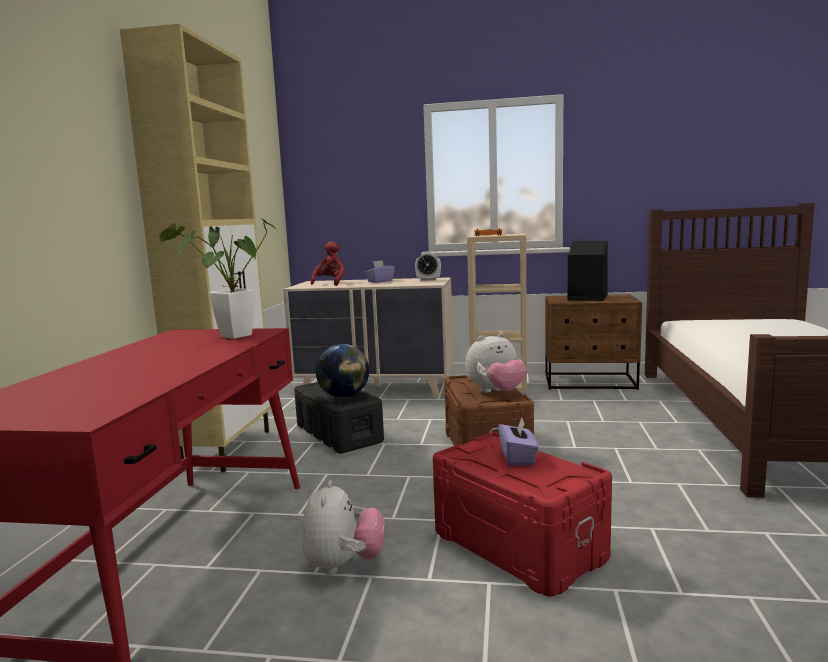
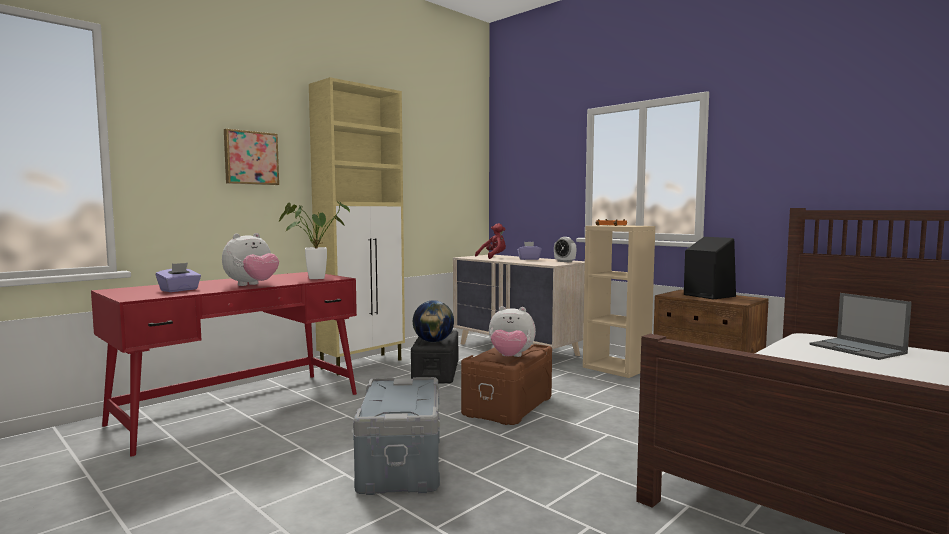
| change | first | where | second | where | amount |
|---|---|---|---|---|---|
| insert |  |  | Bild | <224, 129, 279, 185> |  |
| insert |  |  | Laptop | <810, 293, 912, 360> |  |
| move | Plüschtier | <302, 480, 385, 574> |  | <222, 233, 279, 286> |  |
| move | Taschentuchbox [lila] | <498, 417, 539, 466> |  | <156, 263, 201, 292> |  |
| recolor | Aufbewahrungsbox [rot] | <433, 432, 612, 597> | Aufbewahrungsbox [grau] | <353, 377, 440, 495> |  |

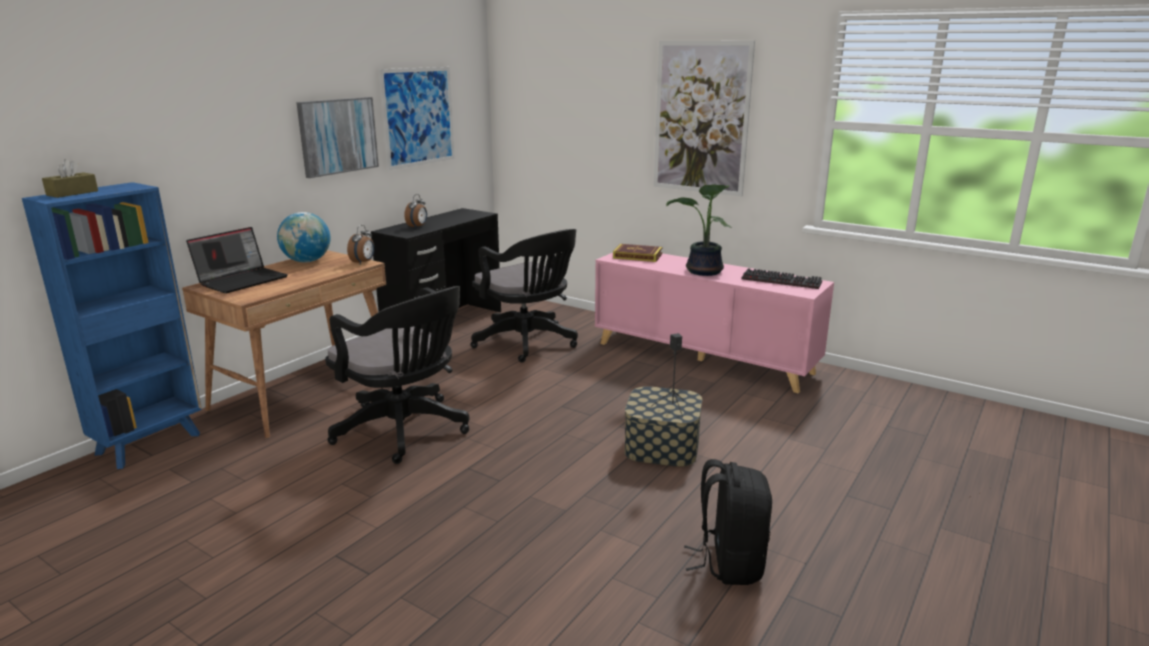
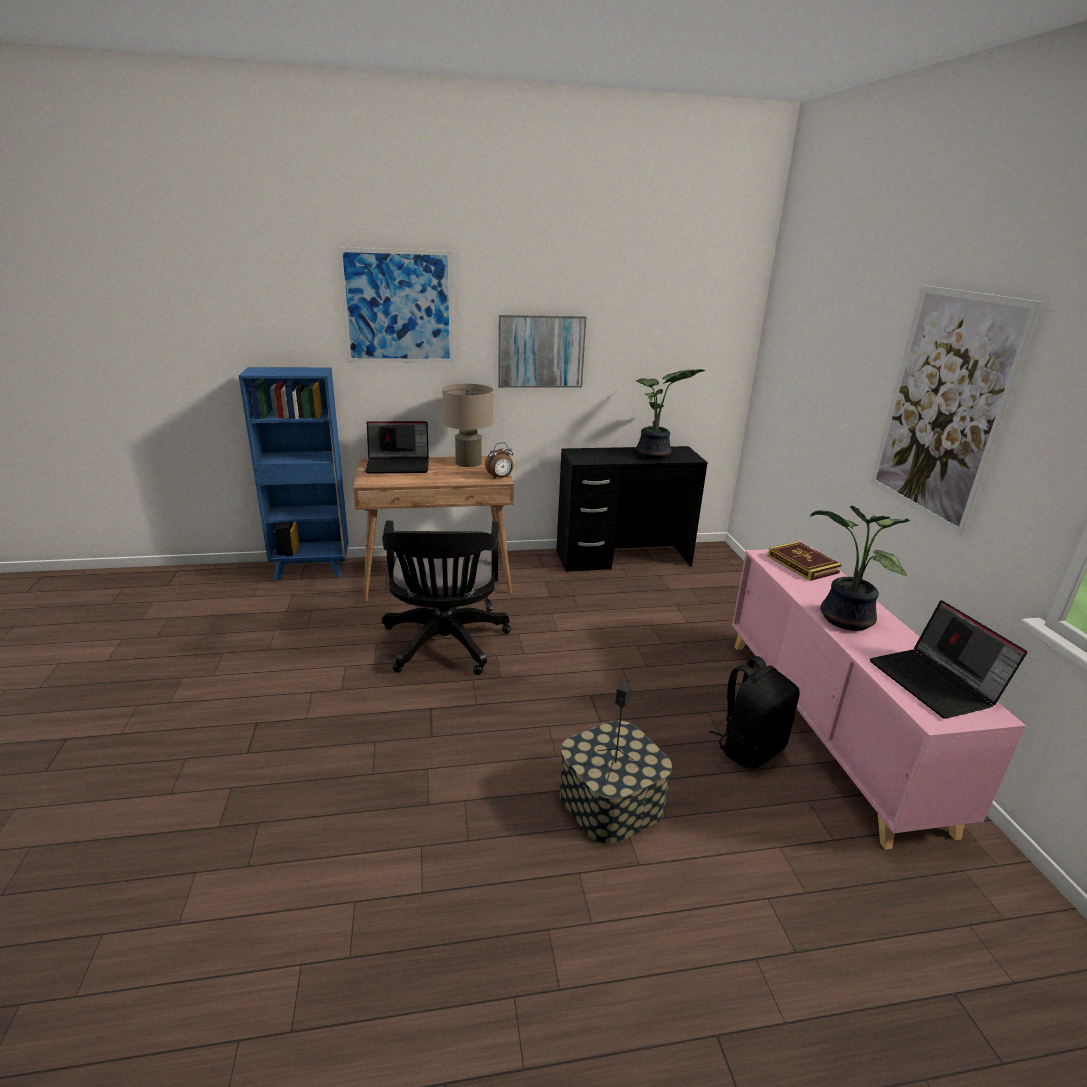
| change | first | where | second | where | amount |
|---|---|---|---|---|---|
| delete | Taschentuchbox [braun] | <42, 159, 98, 198> |  |  |  |
| delete | Wecker | <405, 194, 427, 228> |  |  |  |
| delete | Bürostuhl [schwarz] | <470, 229, 578, 363> |  |  |  |
| insert |  |  | Topfpflanze | <636, 369, 706, 459> |  |
| move | Bild | <379, 67, 455, 170> |  | <337, 247, 454, 363> |  |
| move | Rucksack [schwarz] | <684, 459, 772, 585> |  | <710, 656, 800, 769> |  |
| replace | Globus | <277, 212, 331, 263> | Tischlampe [beige] | <442, 384, 493, 467> |  |
| replace | Tastatur | <742, 268, 822, 289> | Laptop | <869, 600, 1027, 719> |  |

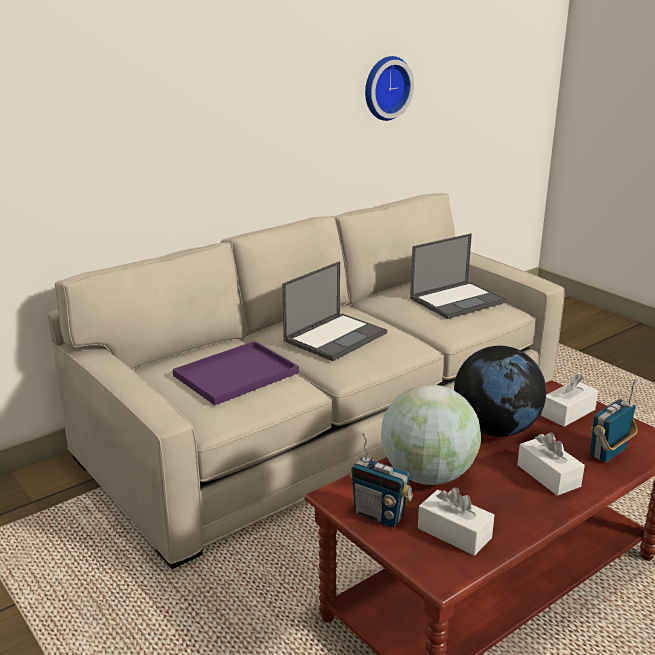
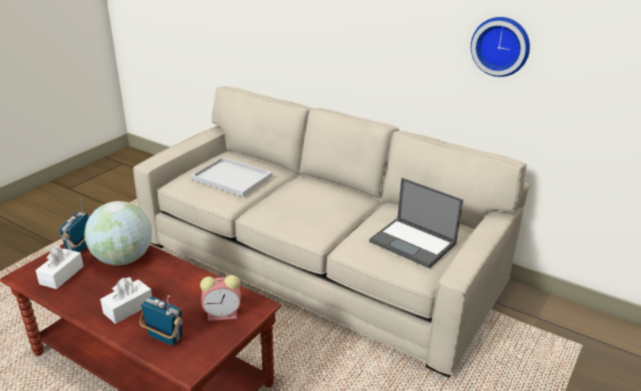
| change | first | where | second | where | amount |
|---|---|---|---|---|---|
| delete | Laptop | <282, 261, 387, 361> |  |  |  |
| delete | Globus | <454, 346, 546, 437> |  |  |  |
| replace | Taschentuchbox [weiß] | <541, 374, 598, 427> | Wecker | <200, 275, 241, 321> |  |
| recolor | Tablett [lila] | <173, 341, 299, 405> | Tablett [weiß] | <191, 157, 272, 197> |  |

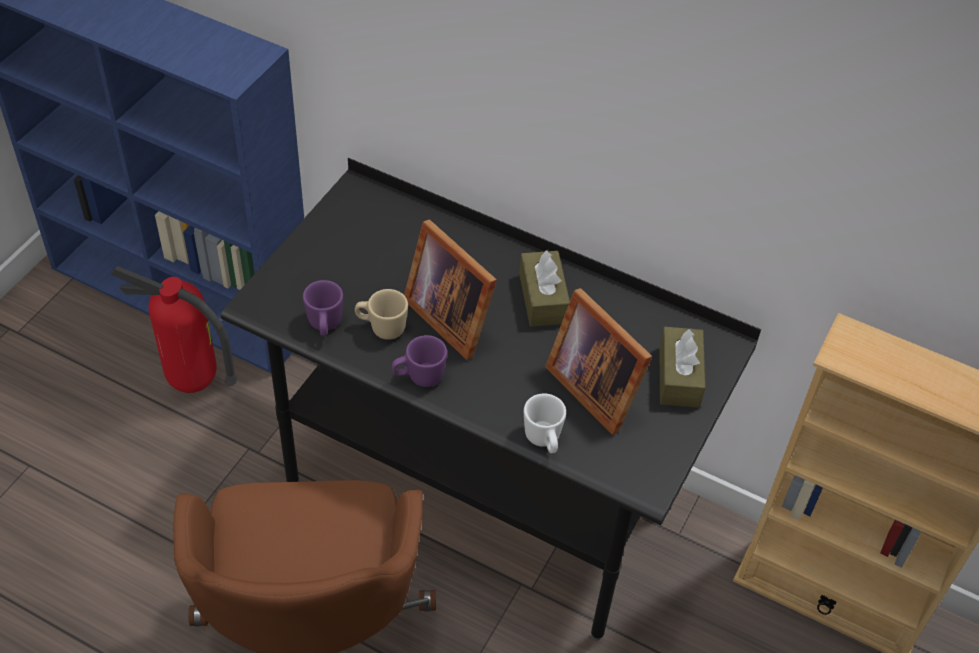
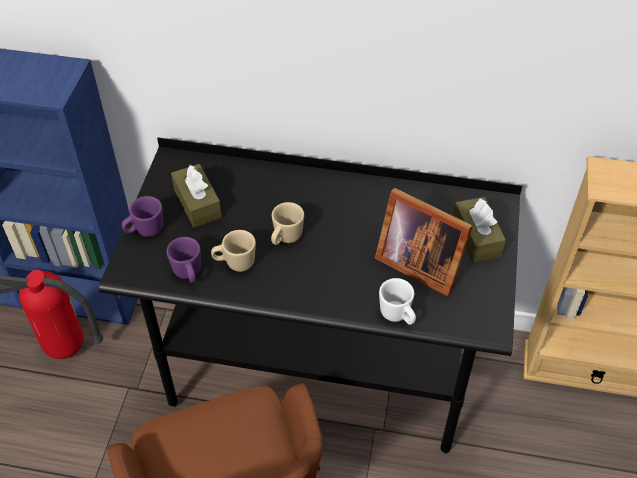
| change | first | where | second | where | amount |
|---|---|---|---|---|---|
| move | Henkelbecher [lila] | <392, 335, 447, 387> |  | <122, 196, 163, 237> |  |
| move | Taschentuchbox [braun] | <519, 250, 570, 327> |  | <171, 164, 222, 228> |  |
| replace | Bilderrahmen | <404, 219, 497, 360> | Henkelbecher [beige] | <271, 202, 304, 245> |  |

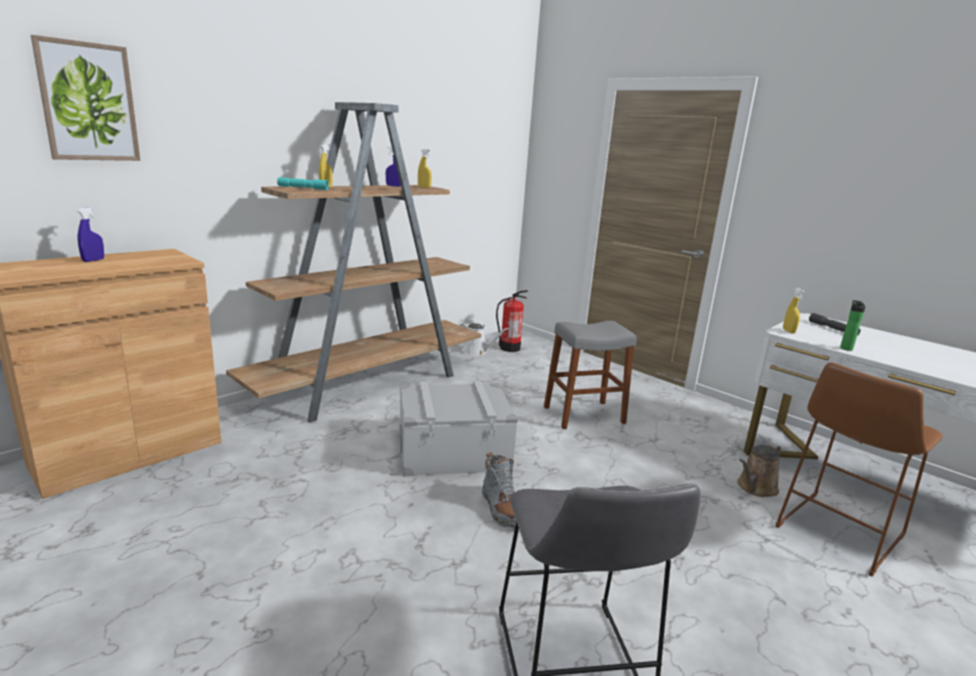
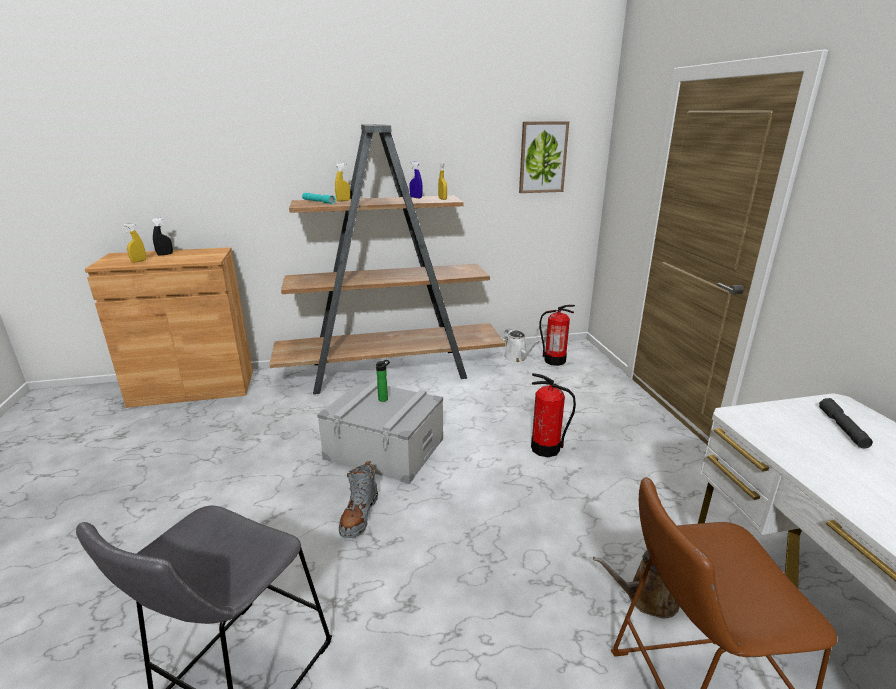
| change | first | where | second | where | amount |
|---|---|---|---|---|---|
| move | Bild | <31, 35, 140, 161> |  | <519, 121, 569, 193> |  |
| move | Sprühflasche [gelb] | <783, 288, 805, 334> |  | <123, 223, 146, 263> |  |
| move | Flasche | <840, 300, 866, 351> |  | <376, 360, 390, 402> |  |
| replace | Hocker [grau] | <544, 321, 637, 429> | Feuerlöscher | <531, 373, 576, 457> |  |
| recolor | Sprühflasche [blau] | <77, 207, 104, 262> | Sprühflasche [schwarz] | <152, 218, 173, 256> |  |

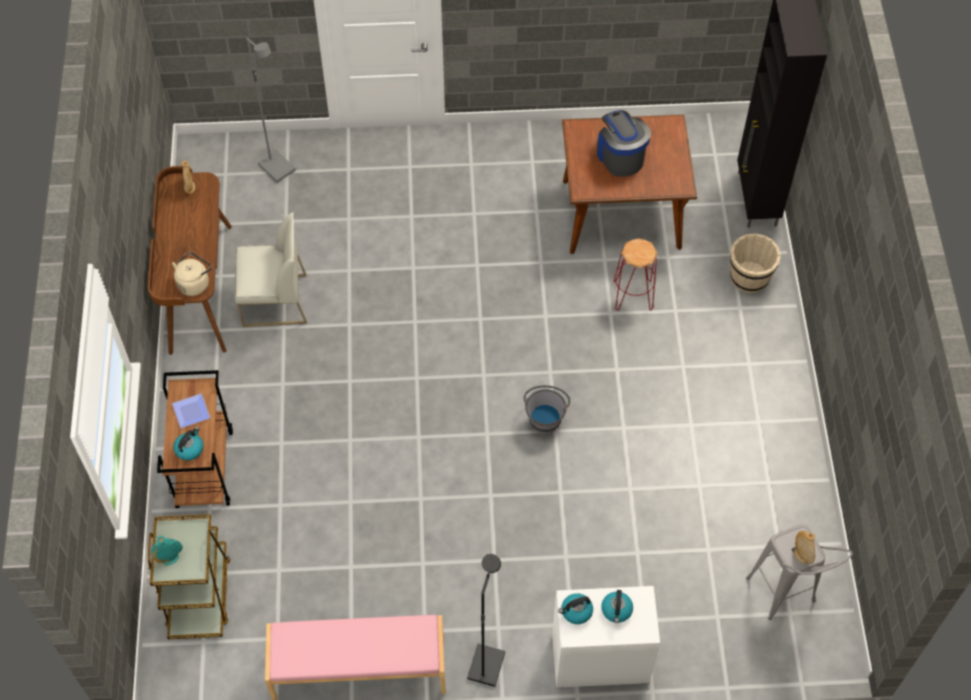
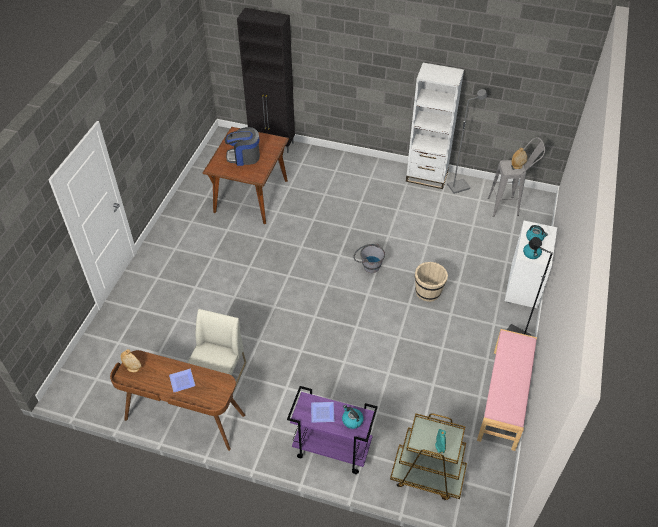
| change | first | where | second | where | amount |
|---|---|---|---|---|---|
| delete | Wasserkessel [beige] | <172, 252, 212, 296> |  |  |  |
| delete | Hocker [rot] | <614, 238, 658, 311> |  |  |  |
| insert |  |  | Teller | <169, 369, 195, 392> |  |
| insert |  |  | Bücherregal [weiß] | <406, 63, 464, 189> |  |
| move | Stehlampe [grau] | <247, 38, 296, 183> |  | <447, 89, 487, 194> |  |
| move | Eimer [beige] | <730, 233, 781, 294> |  | <415, 262, 448, 302> |  |
| recolor | Rollwagen [braun] | <157, 370, 233, 508> | Rollwagen [lila] | <287, 386, 378, 474> |  |

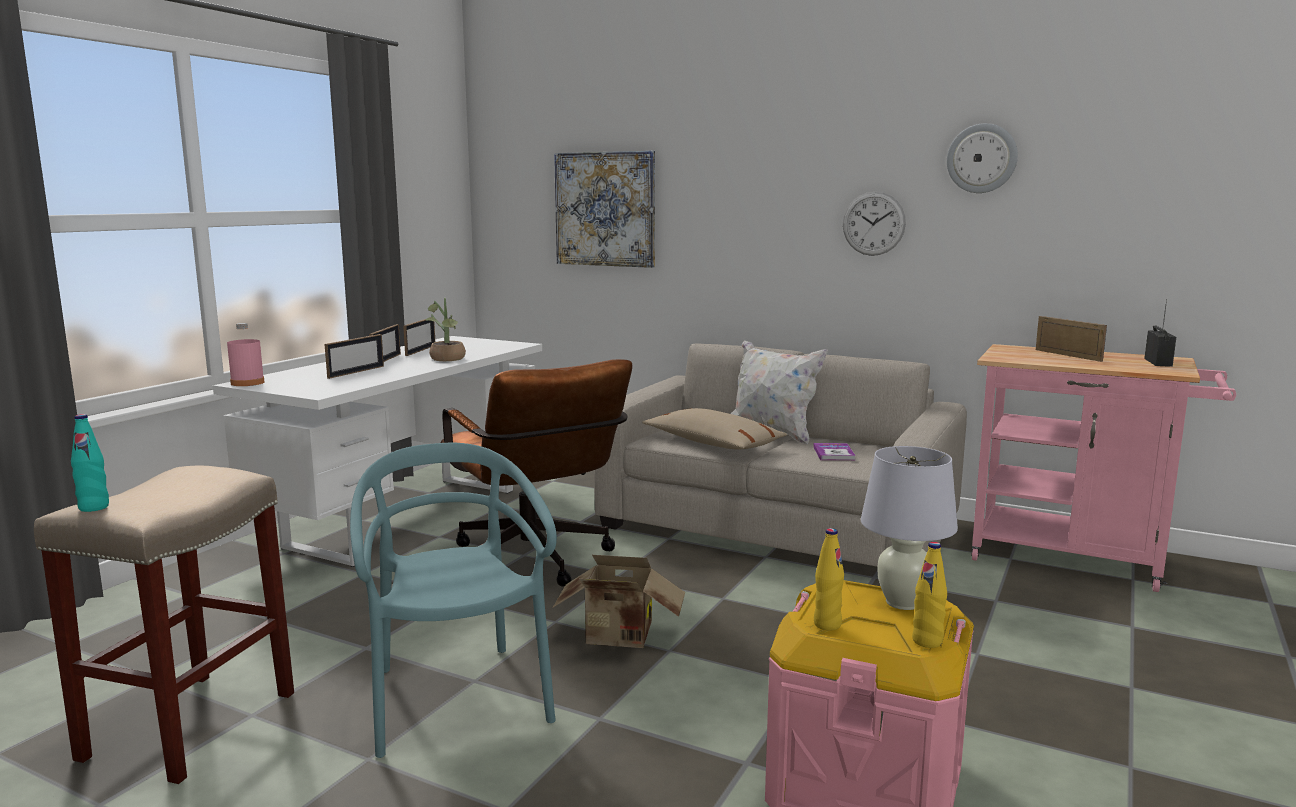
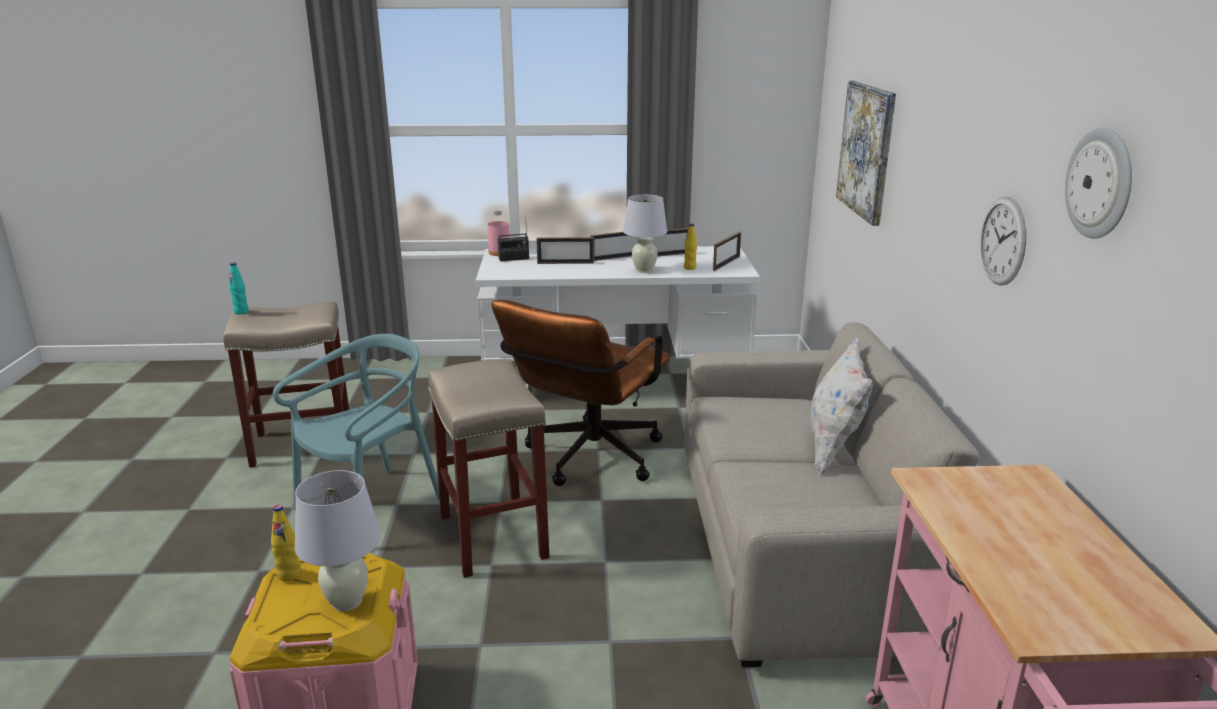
| change | first | where | second | where | amount |
|---|---|---|---|---|---|
| delete | Kissen [beige] | <642, 408, 787, 450> |  |  |  |
| delete | Buch | <813, 443, 856, 460> |  |  |  |
| move | Flasche [gelb] | <912, 542, 947, 648> |  | <684, 224, 697, 270> |  |
| move | Bilderrahmen | <1036, 316, 1107, 362> |  | <713, 232, 741, 271> |  |
| move | Radio | <1144, 299, 1176, 367> |  | <498, 216, 529, 261> |  |
| replace | Topfpflanze | <426, 298, 466, 361> | Tischlampe [weiß] | <623, 195, 667, 273> |  |
| replace | Karton | <553, 555, 685, 648> | Hocker [beige] | <428, 359, 550, 578> |  |

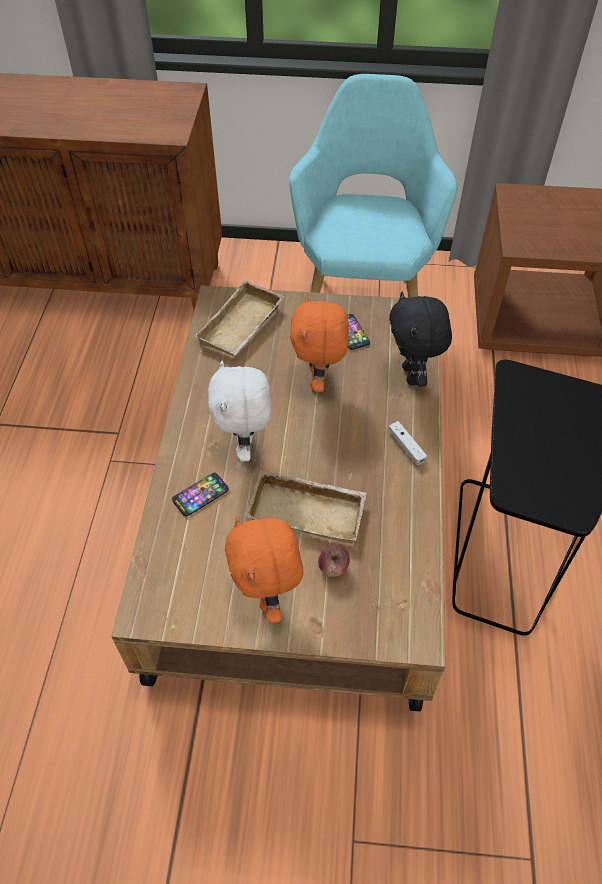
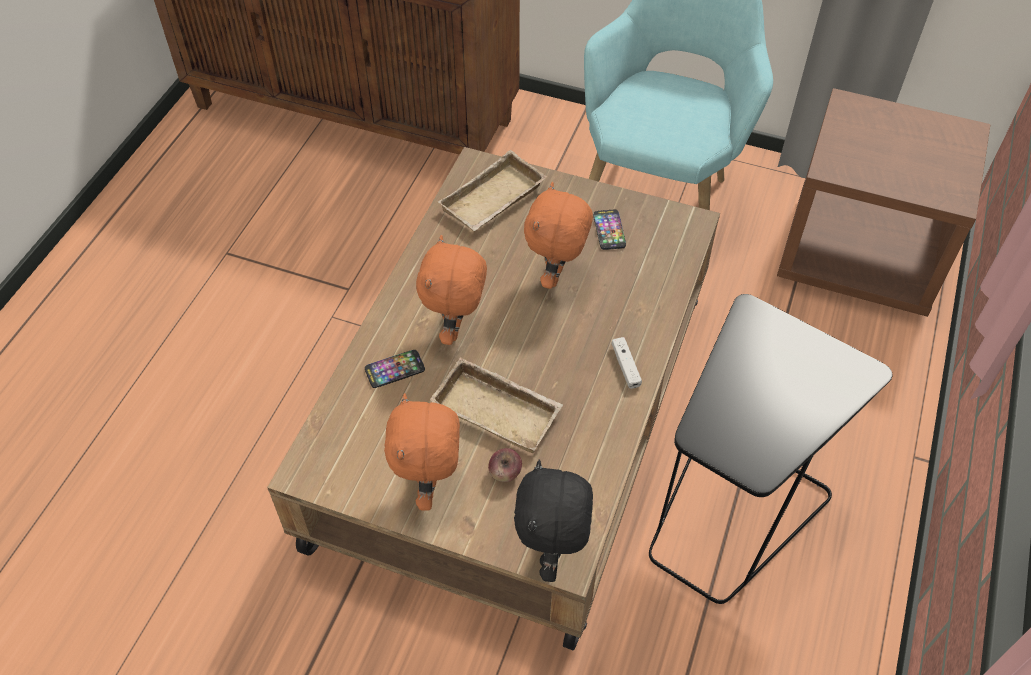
| change | first | where | second | where | amount |
|---|---|---|---|---|---|
| move | Plüschtier [schwarz] | <389, 292, 452, 387> |  | <514, 459, 593, 582> |  |
| recolor | Plüschtier [weiß] | <208, 360, 272, 461> | Plüschtier [orange] | <416, 235, 487, 345> |  |

